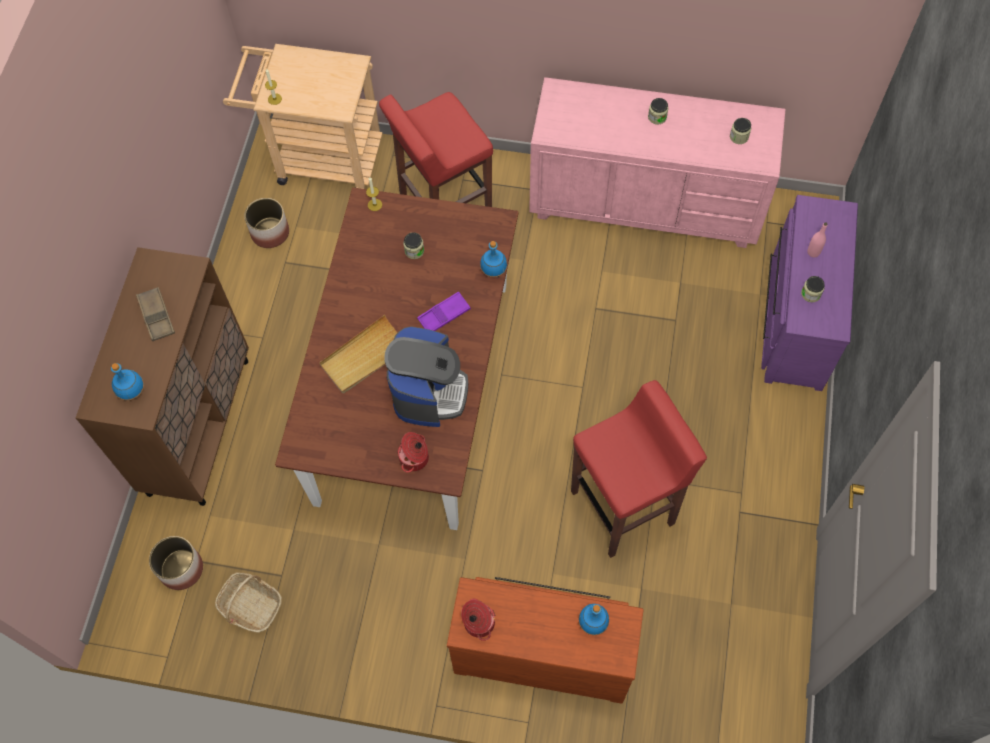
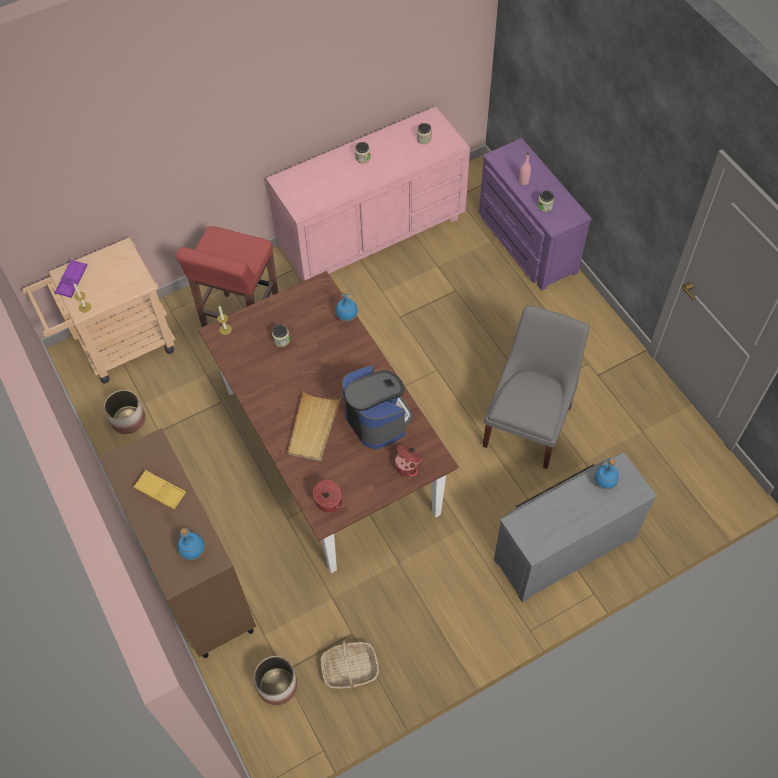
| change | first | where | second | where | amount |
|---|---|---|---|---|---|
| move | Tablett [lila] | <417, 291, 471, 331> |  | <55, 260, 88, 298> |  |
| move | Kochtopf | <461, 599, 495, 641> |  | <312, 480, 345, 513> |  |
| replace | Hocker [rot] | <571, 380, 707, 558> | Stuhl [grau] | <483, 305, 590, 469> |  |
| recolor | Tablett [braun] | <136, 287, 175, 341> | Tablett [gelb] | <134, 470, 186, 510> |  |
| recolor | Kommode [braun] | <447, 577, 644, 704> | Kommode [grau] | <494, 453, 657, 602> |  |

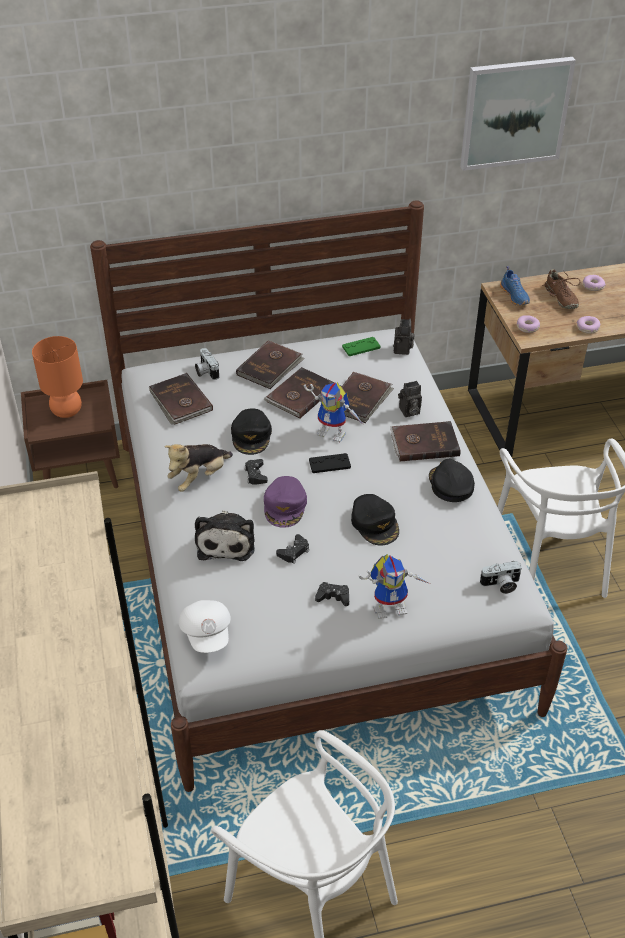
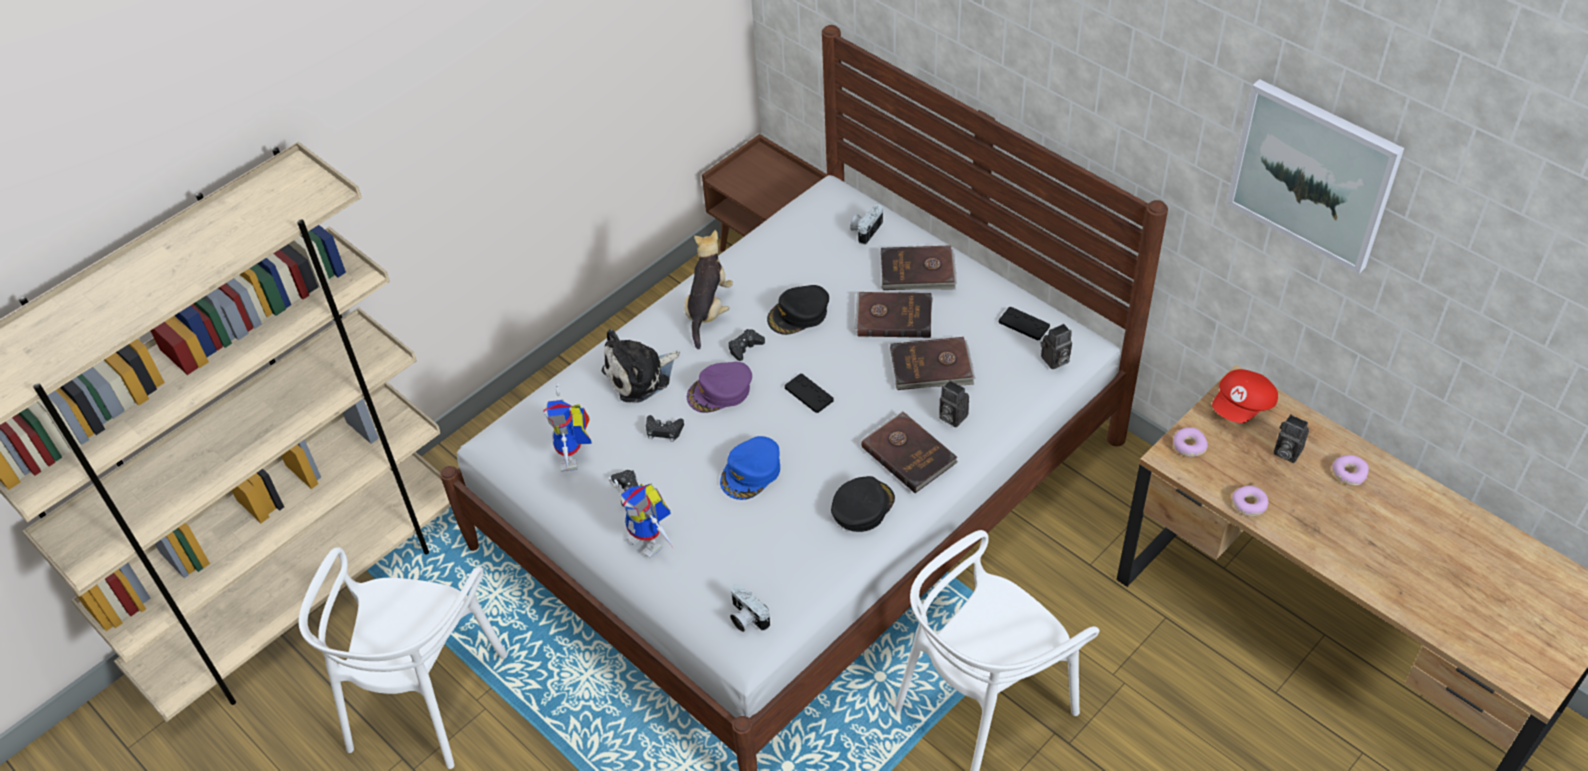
| change | first | where | second | where | amount |
|---|---|---|---|---|---|
| delete | Tischlampe [orange] | <32, 336, 83, 418> |  |  |  |
| delete | Buch [braun] | <149, 373, 213, 425> |  |  |  |
| delete | Kappe [weiß] | <179, 600, 231, 653> |  |  |  |
| move | Spielzeugroboter | <304, 382, 363, 442> |  | <543, 383, 592, 472> |  |
| replace | Schuh [blau] | <500, 266, 530, 306> | Kappe [rot] | <1212, 369, 1278, 423> |  |
| replace | Schuh [braun] | <542, 269, 580, 309> | Kamera | <1274, 414, 1309, 463> |  |
| recolor | Gamepad [grün] | <342, 337, 381, 356> | Gamepad [schwarz] | <999, 307, 1050, 340> |  |
| recolor | Kappe [schwarz] | <351, 494, 399, 545> | Kappe [blau] | <720, 436, 780, 500> |  |
| rotate | Plüschtier | <164, 444, 233, 492> |  | <684, 230, 733, 349> | 90 degrees clockwise |

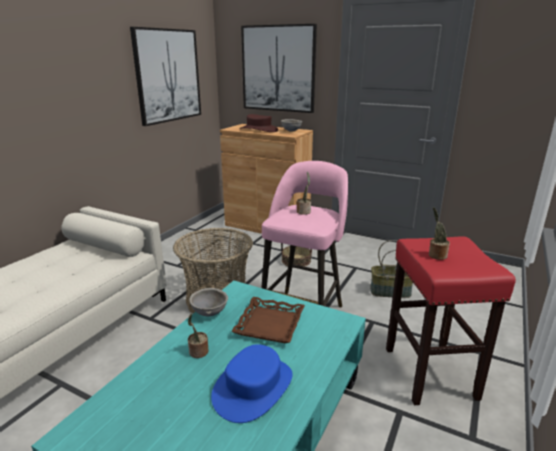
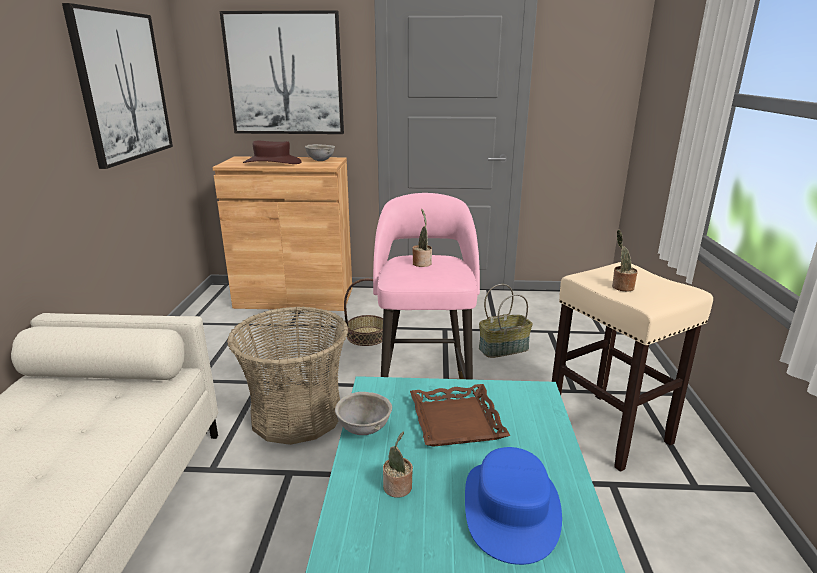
| change | first | where | second | where | amount |
|---|---|---|---|---|---|
| recolor | Hocker [rot] | <386, 236, 516, 405> | Hocker [beige] | <552, 262, 713, 472> |  |

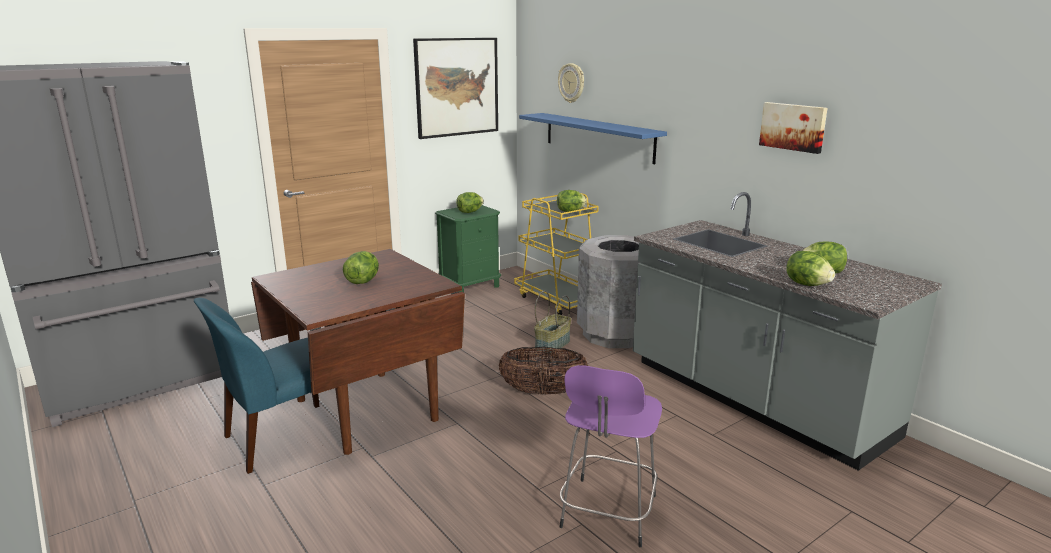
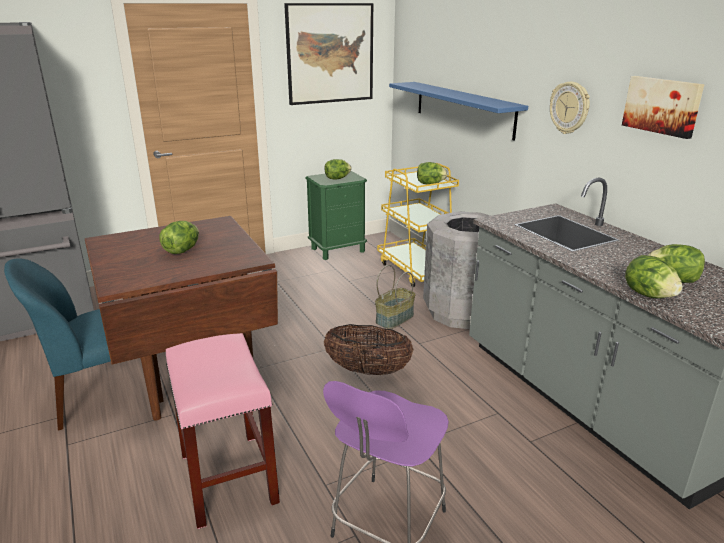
| change | first | where | second | where | amount |
|---|---|---|---|---|---|
| insert |  |  | Hocker [rosa] | <166, 333, 280, 529> |  |
| move | Wanduhr | <558, 63, 584, 103> |  | <550, 82, 590, 134> |  |

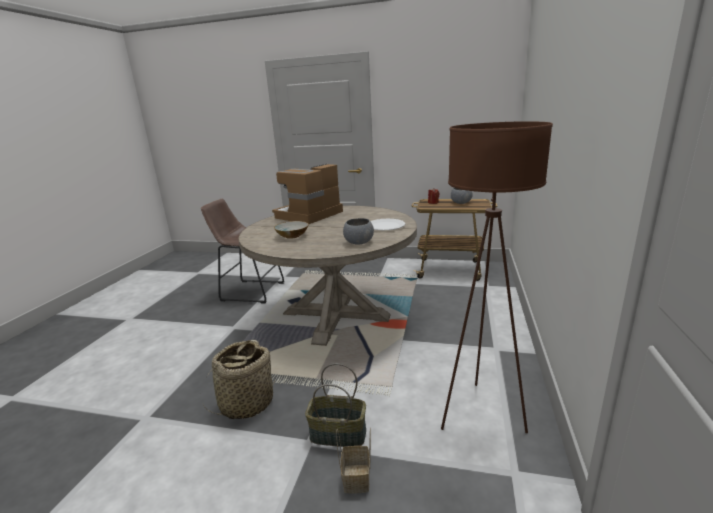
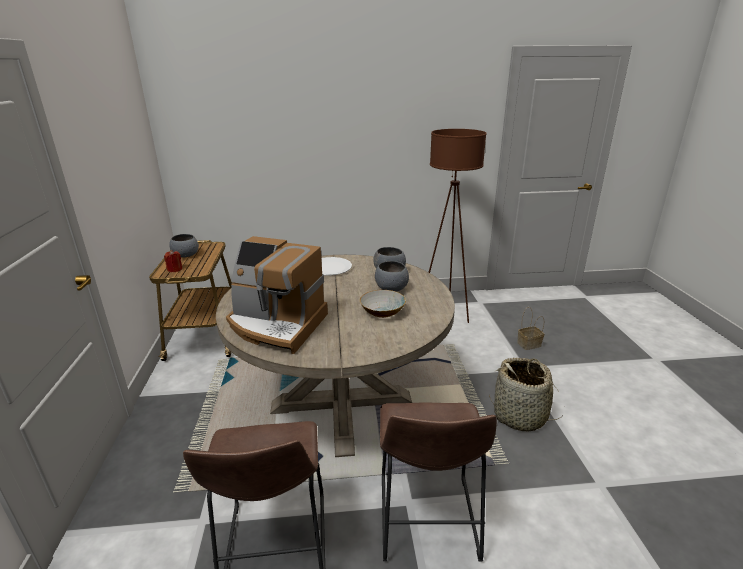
| change | first | where | second | where | amount |
|---|---|---|---|---|---|
| delete | Korb | <305, 363, 366, 447> |  |  |  |
| insert |  |  | Schüssel [grau] | <375, 261, 409, 291> |  |
| insert |  |  | Hocker [braun] | <380, 402, 497, 561> |  |

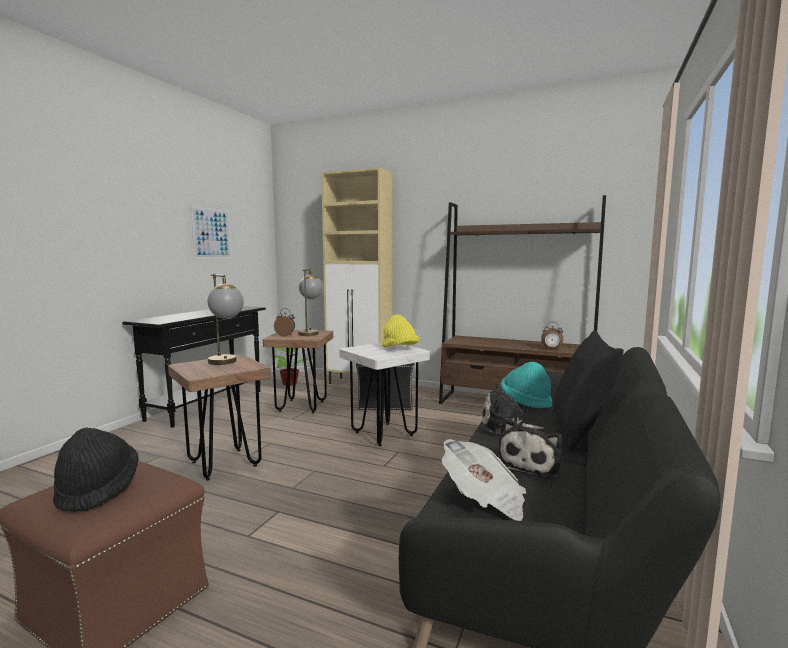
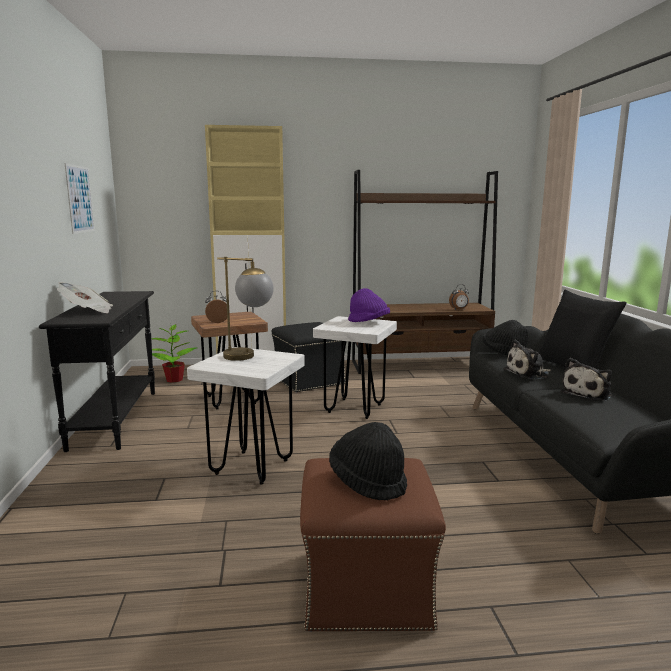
| change | first | where | second | where | amount |
|---|---|---|---|---|---|
| delete | Tischlampe | <298, 269, 323, 336> |  |  |  |
| move | Zeitung | <442, 439, 526, 521> |  | <57, 282, 113, 313> |  |
| recolor | Hocker [braun] | <168, 355, 271, 481> | Hocker [weiß] | <187, 347, 305, 484> |  |
| recolor | Hut [gelb] | <382, 314, 420, 347> | Hut [lila] | <348, 288, 390, 322> |  |
| recolor | Hut [türkis] | <501, 362, 552, 409> | Hut [schwarz] | <483, 320, 528, 356> |  |
| rotate | Plüschtier | <498, 418, 562, 479> |  | <560, 358, 612, 401> | 45 degrees clockwise |

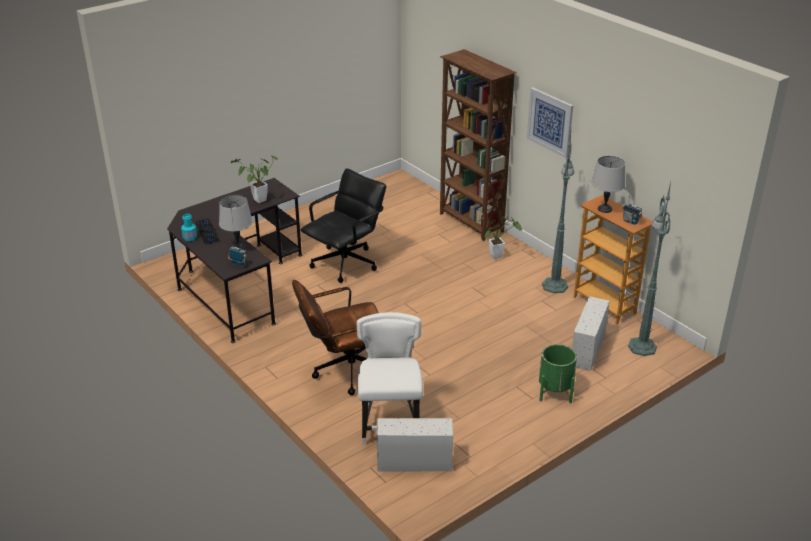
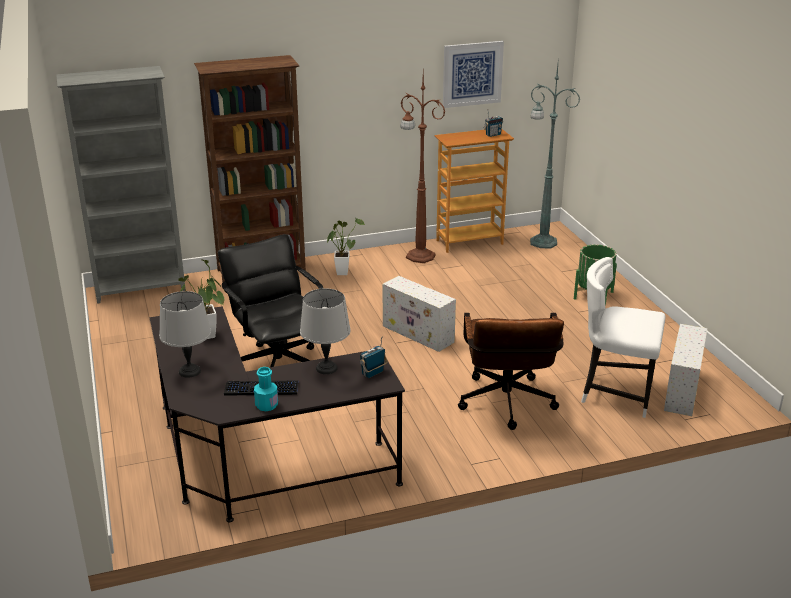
| change | first | where | second | where | amount |
|---|---|---|---|---|---|
| insert |  |  | Bücherregal [grau] | <56, 66, 186, 304> |  |
| move | Bild | <527, 87, 573, 158> |  | <443, 41, 504, 108> |  |
| move | Aufbewahrungsbox [weiß] | <572, 296, 610, 371> |  | <382, 276, 456, 352> |  |
| move | Tischlampe [grau] | <591, 156, 625, 213> |  | <159, 291, 211, 378> |  |
| recolor | Stehlampe [grün] | <542, 132, 574, 293> | Stehlampe [braun] | <400, 71, 446, 263> |  |

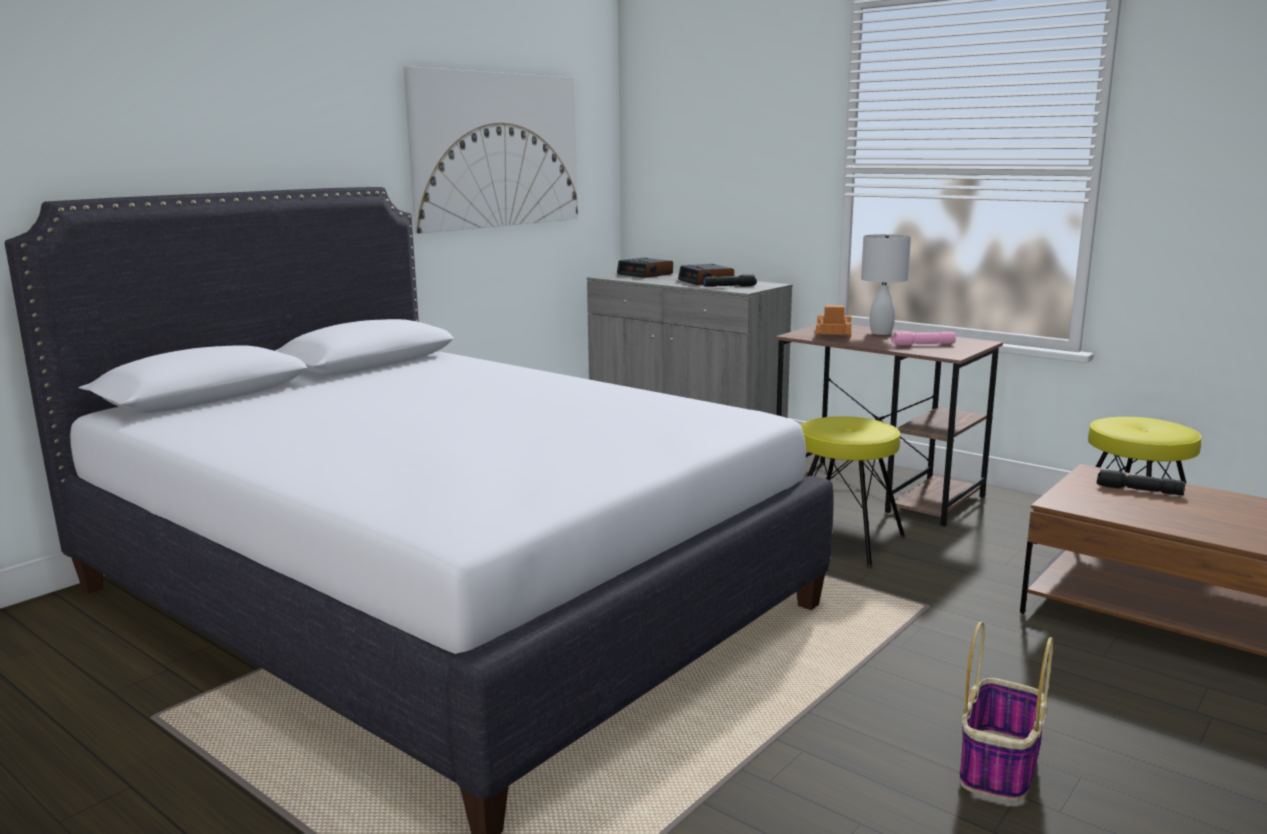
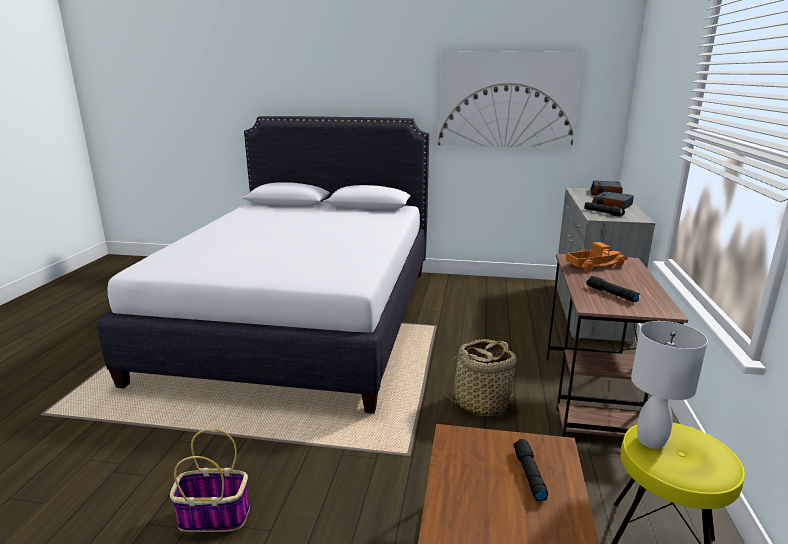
| change | first | where | second | where | amount |
|---|---|---|---|---|---|
| move | Tischlampe [weiß] | <861, 234, 911, 335> |  | <631, 321, 708, 449> |  |
| replace | Hocker [gelb] | <801, 416, 905, 568> | Korb | <441, 339, 518, 416> |  |
| recolor | Taschenlampe [rosa] | <891, 331, 956, 346> | Taschenlampe [schwarz] | <586, 276, 640, 302> |  |

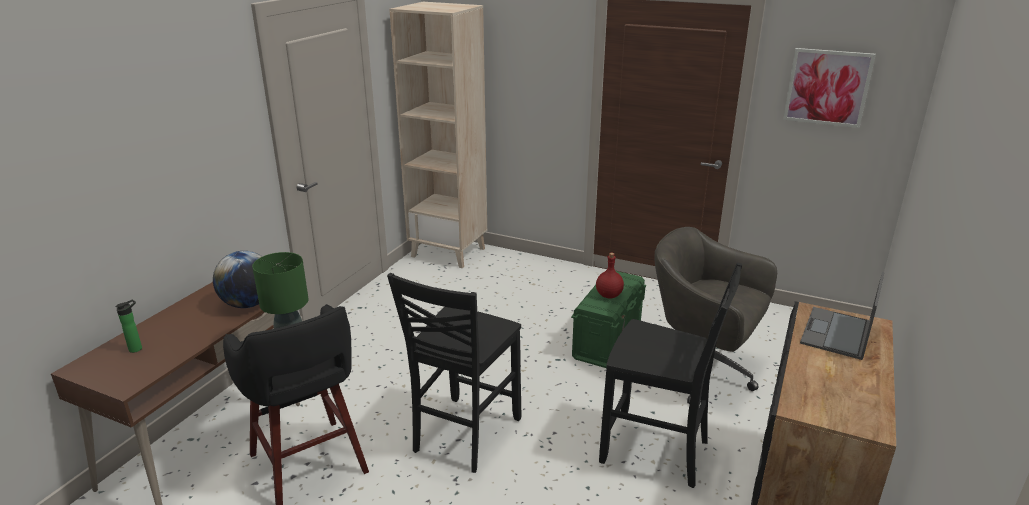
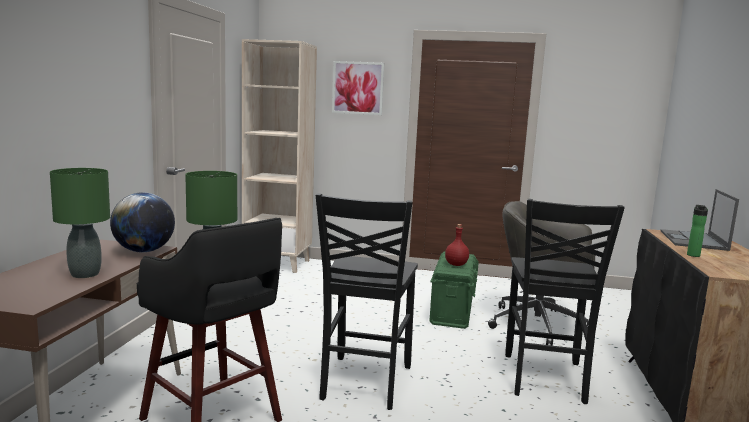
| change | first | where | second | where | amount |
|---|---|---|---|---|---|
| insert |  |  | Tischlampe [grün] | <50, 168, 110, 278> |  |
| move | Flasche | <116, 300, 142, 353> |  | <687, 205, 708, 257> |  |
| move | Bild | <783, 48, 876, 128> |  | <332, 61, 384, 115> |  |
| rotate | Stuhl [schwarz] | <599, 263, 742, 488> |  | <505, 199, 625, 404> | 90 degrees clockwise |

